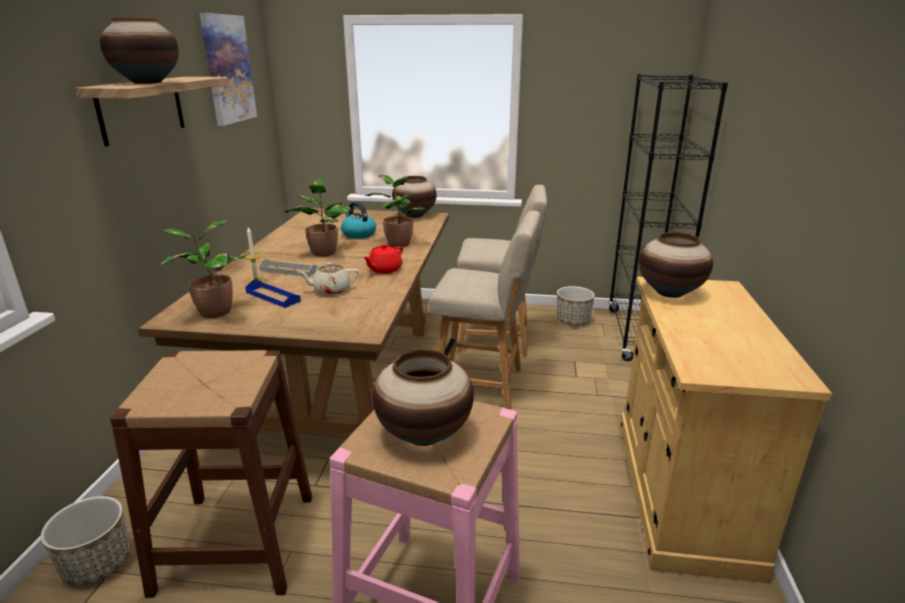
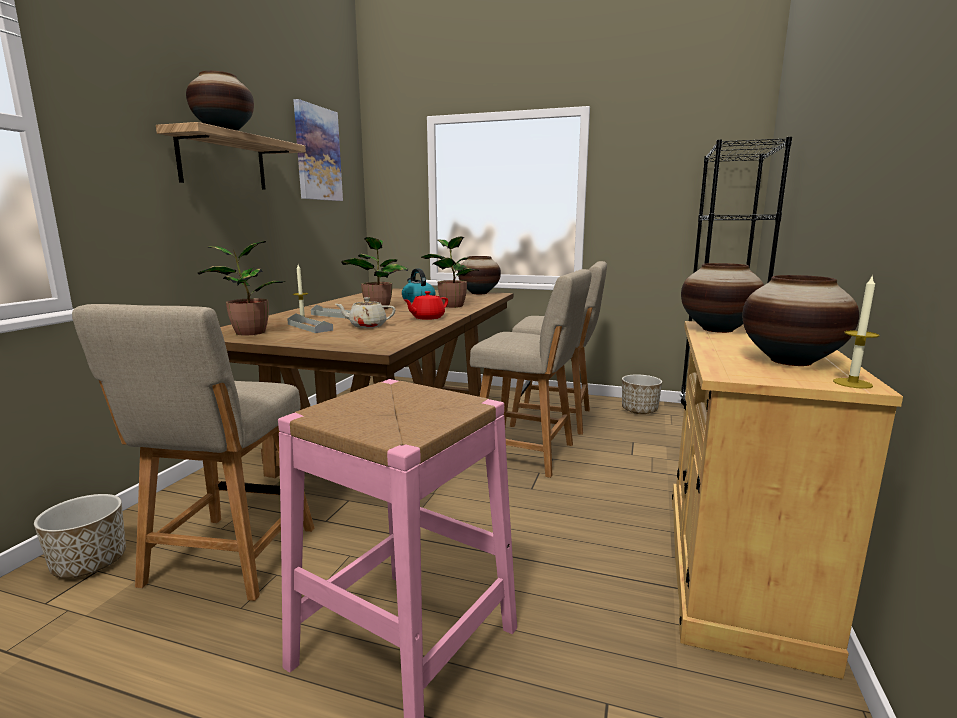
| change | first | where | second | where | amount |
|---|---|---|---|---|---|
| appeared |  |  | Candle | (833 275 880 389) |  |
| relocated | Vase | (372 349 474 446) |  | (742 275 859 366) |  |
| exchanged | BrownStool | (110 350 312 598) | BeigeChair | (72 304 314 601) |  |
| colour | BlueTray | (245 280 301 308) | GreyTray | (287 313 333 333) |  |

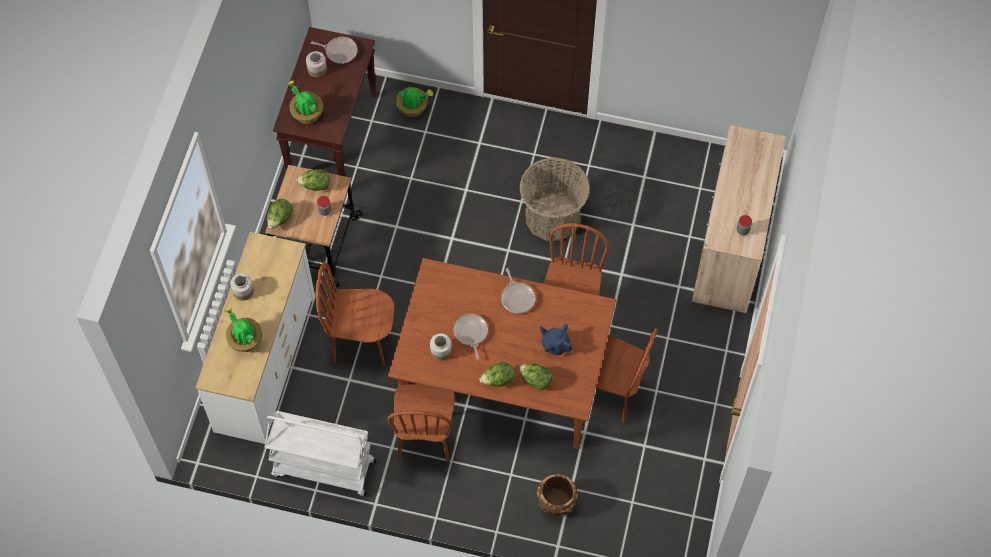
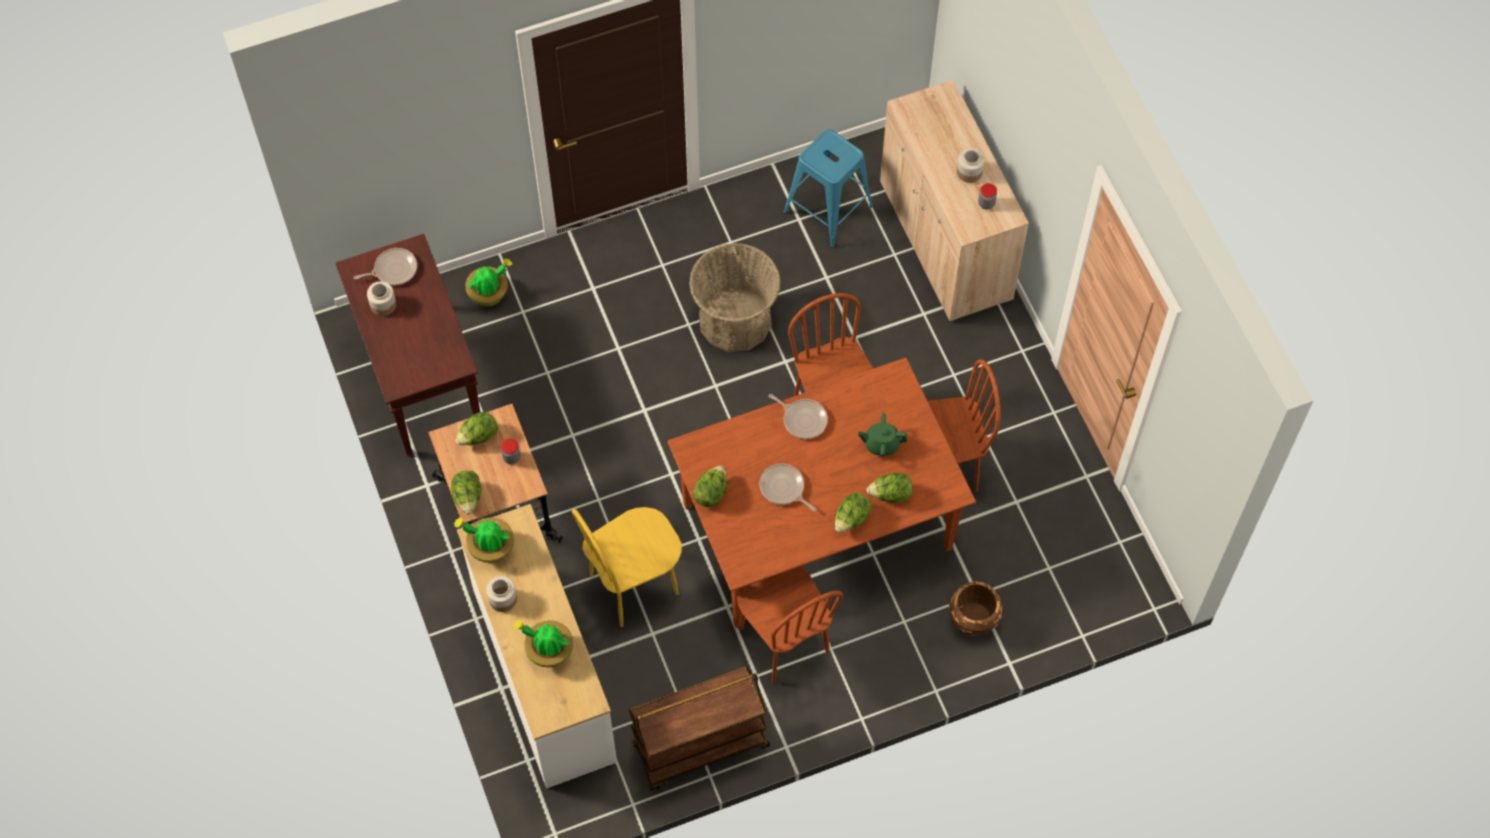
| change | first | where | second | where | amount |
|---|---|---|---|---|---|
| appeared |  |  | Lettuce | (693 465 727 507) |  |
| appeared |  |  | BlueStool | (783 129 873 248) |  |
| relocated | PottedPlant | (288 80 323 124) |  | (454 517 514 563) |  |
| relocated | Jar | (430 333 452 361) |  | (957 148 984 183) |  |
| colour | WhiteCart | (265 411 376 496) | BrownCart | (629 666 770 791) |  |
| colour | BrownChair | (316 262 394 366) | YellowChair | (572 507 682 627) |  |
| colour | BlueTeapot | (539 324 572 355) | GreenTeapot | (858 413 908 456) |  |

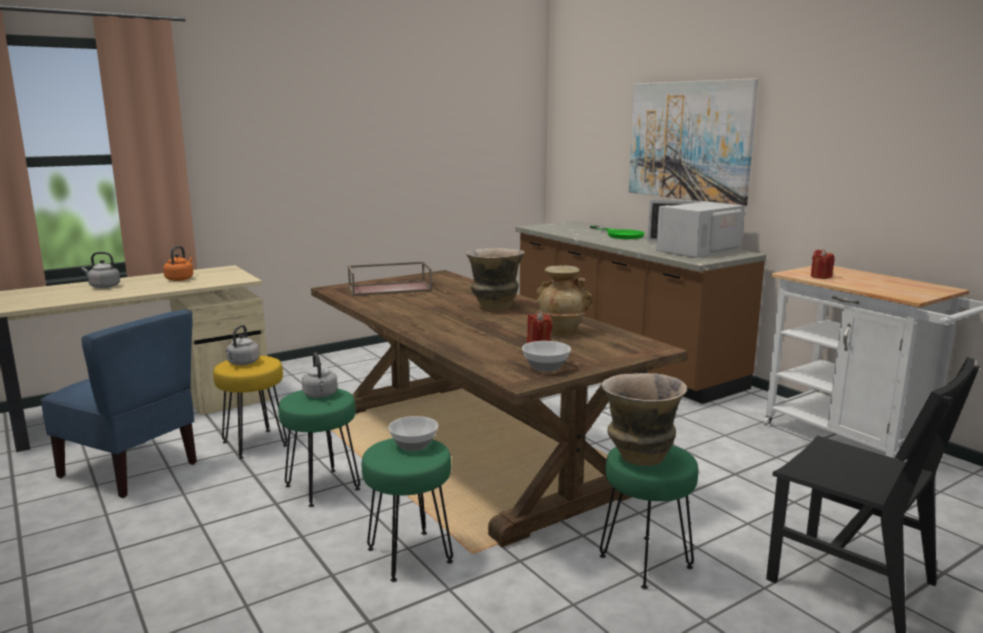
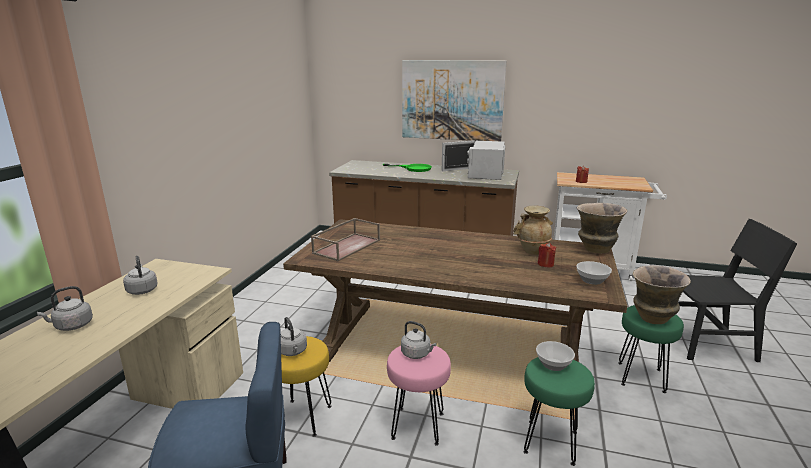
| change | first | where | second | where | amount |
|---|---|---|---|---|---|
| relocated | Vase | (465 248 525 311) |  | (577 203 627 253) |  |
| colour | OrangeKettle | (163 246 193 281) | GreyKettle | (123 256 158 295) |  |
| colour | GreenStool | (278 389 360 507) | PinkStool | (387 344 451 446) |  |

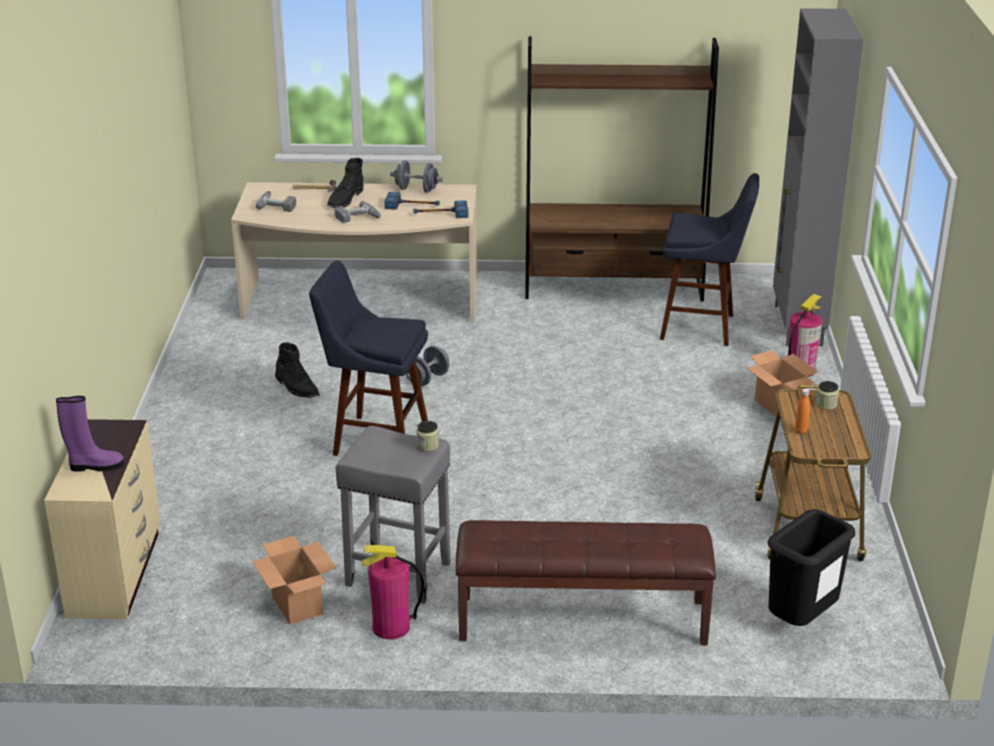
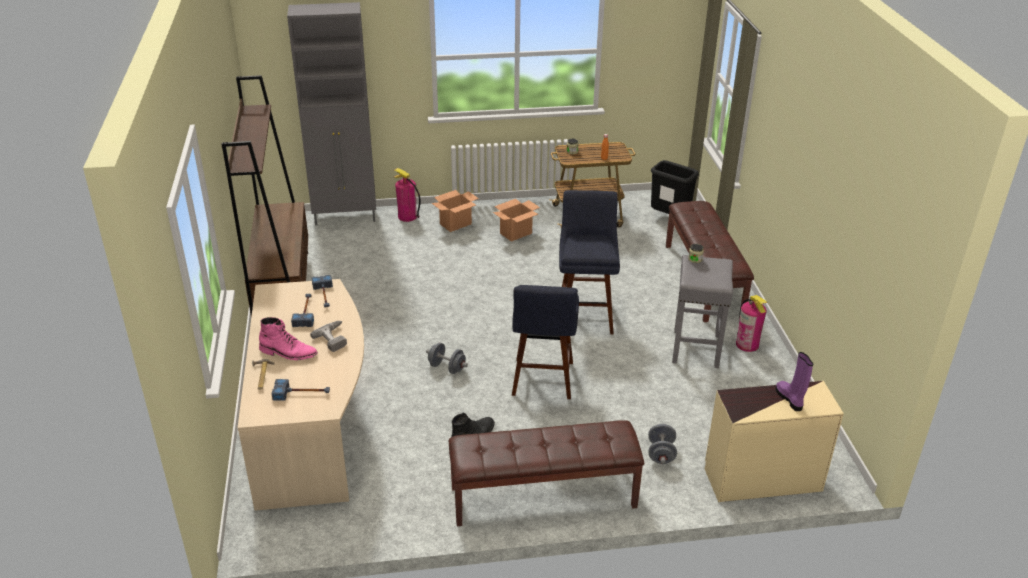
| change | first | where | second | where | amount |
|---|---|---|---|---|---|
| appeared |  |  | BrownBench | (448 420 644 526) |  |
| relocated | CardboardBox | (252 536 337 624) |  | (493 199 540 242) |  |
| relocated | GreyDumbbell | (390 161 443 193) |  | (648 424 677 464) |  |
| relocated | BlueStool | (660 173 759 346) |  | (559 190 620 334) |  |
| exchanged | PowerDrill | (256 191 296 212) | Hammer | (272 379 330 401) |  |
| colour | BlackBoot | (327 158 364 208) | PinkBoot | (259 317 318 360) |  |

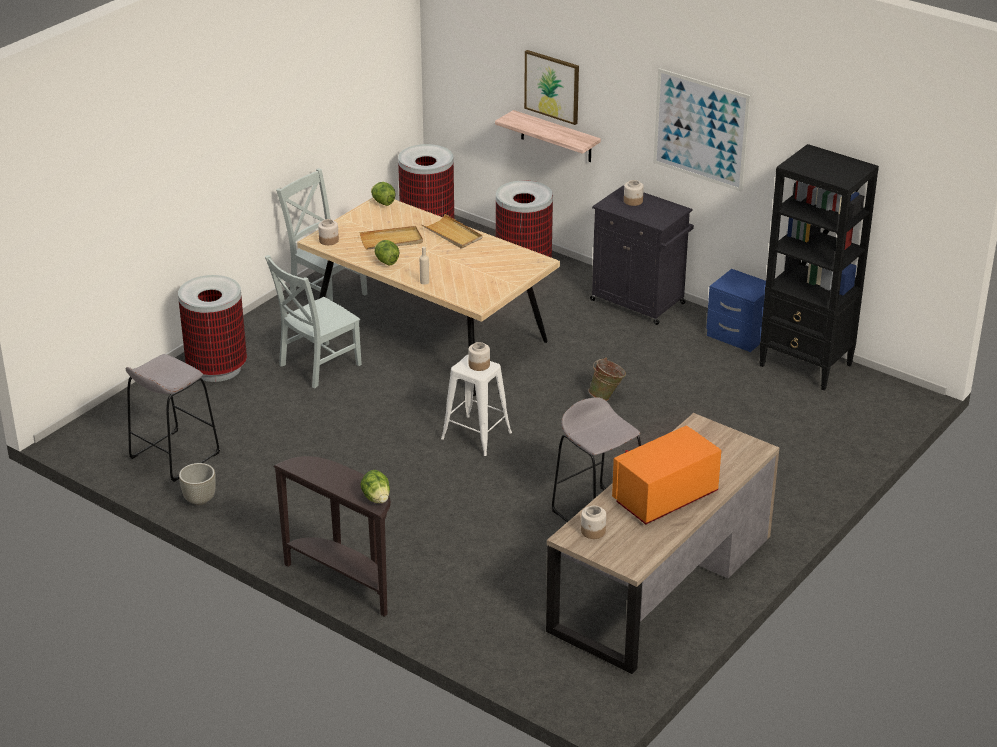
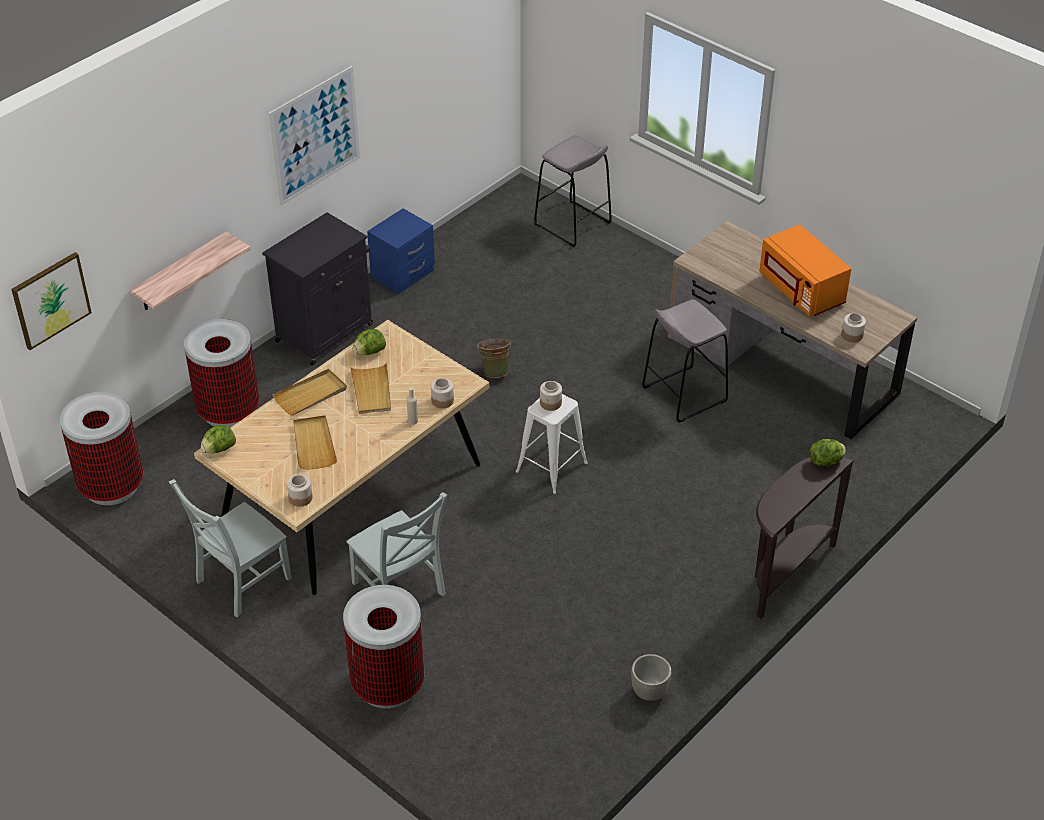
| change | first | where | second | where | amount |
|---|---|---|---|---|---|
| missing | BlackBookcase | (759 144 879 390) |  |  |  |
| appeared |  |  | BeigeTray | (350 362 391 414) |  |
| relocated | GreyStool | (126 354 220 482) |  | (534 135 612 247) |  |
| relocated | Lettuce | (374 240 399 265) |  | (353 329 386 355) |  |
| relocated | Picture | (524 50 579 125) |  | (11 252 92 350) |  |
| relocated | Jar | (624 180 644 206) |  | (431 378 454 408) |  |

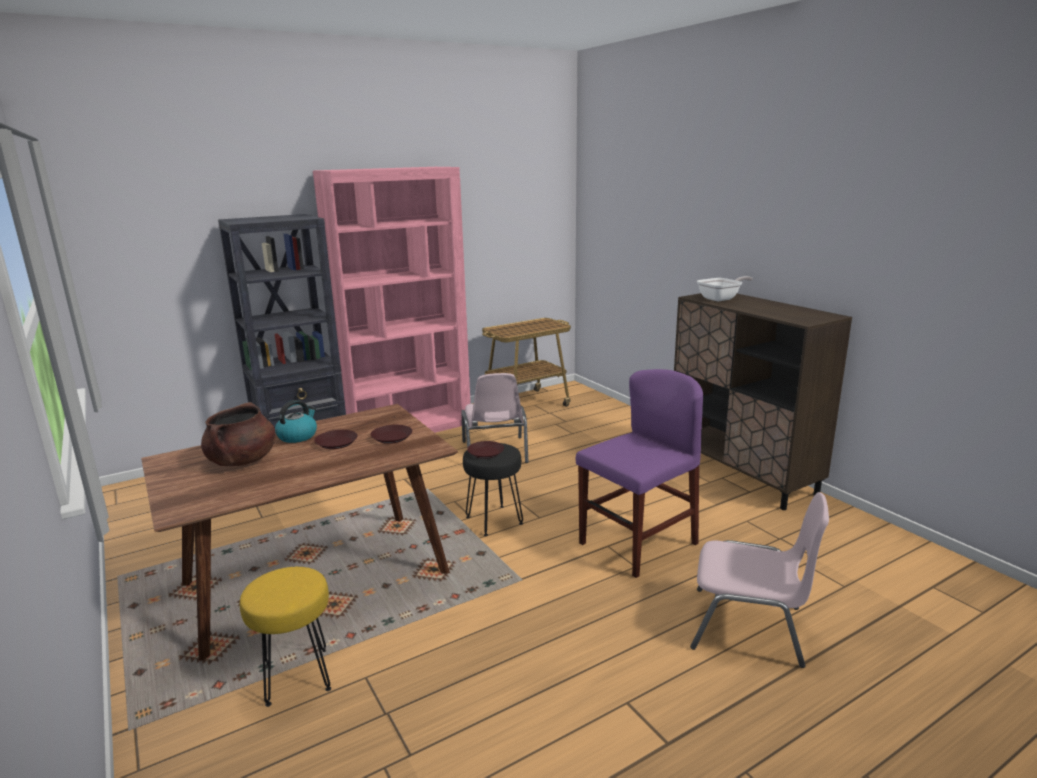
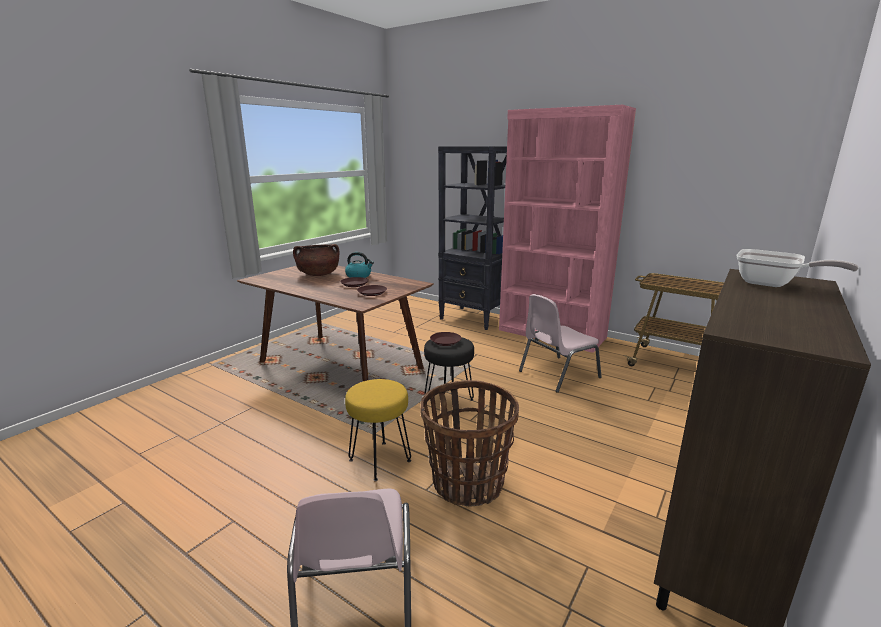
| change | first | where | second | where | amount |
|---|---|---|---|---|---|
| relocated | YellowStool | (240 567 331 707) |  | (345 379 411 481) |  |
| exchanged | PurpleChair | (576 369 703 578) | Basket | (420 380 519 507) |  |

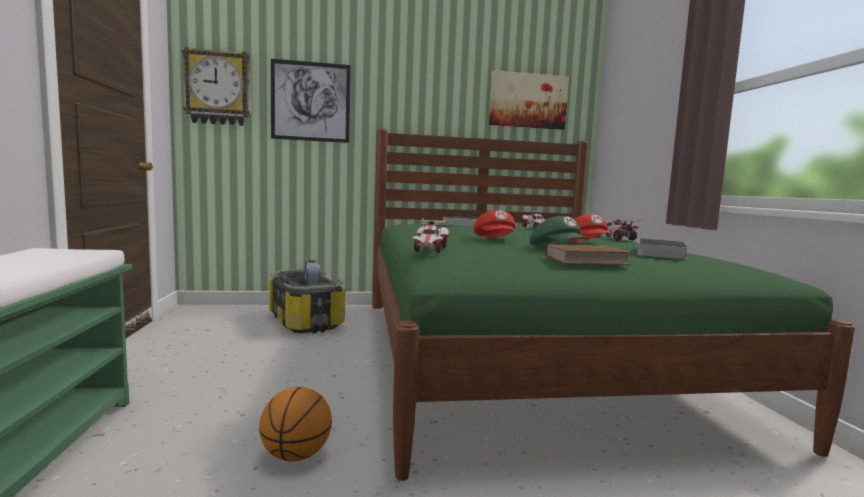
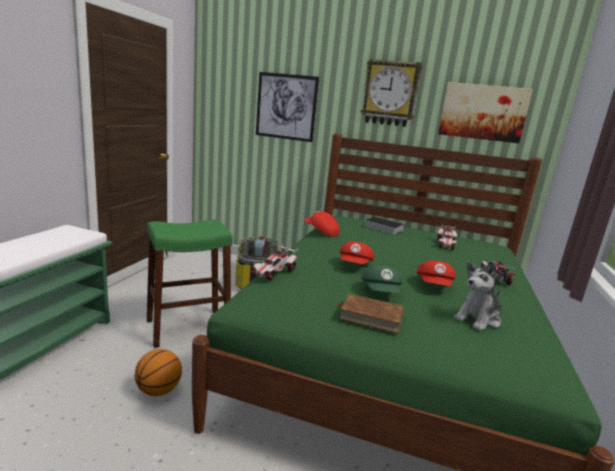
| change | first | where | second | where | amount |
|---|---|---|---|---|---|
| appeared |  |  | GreenStool | (147 219 233 348) |  |
| appeared |  |  | RedCap | (305 211 340 237) |  |
| relocated | WallClock | (182 47 251 126) |  | (361 59 423 127) |  |
| exchanged | Book | (637 238 688 259) | PlushToy | (454 262 501 331) |  |

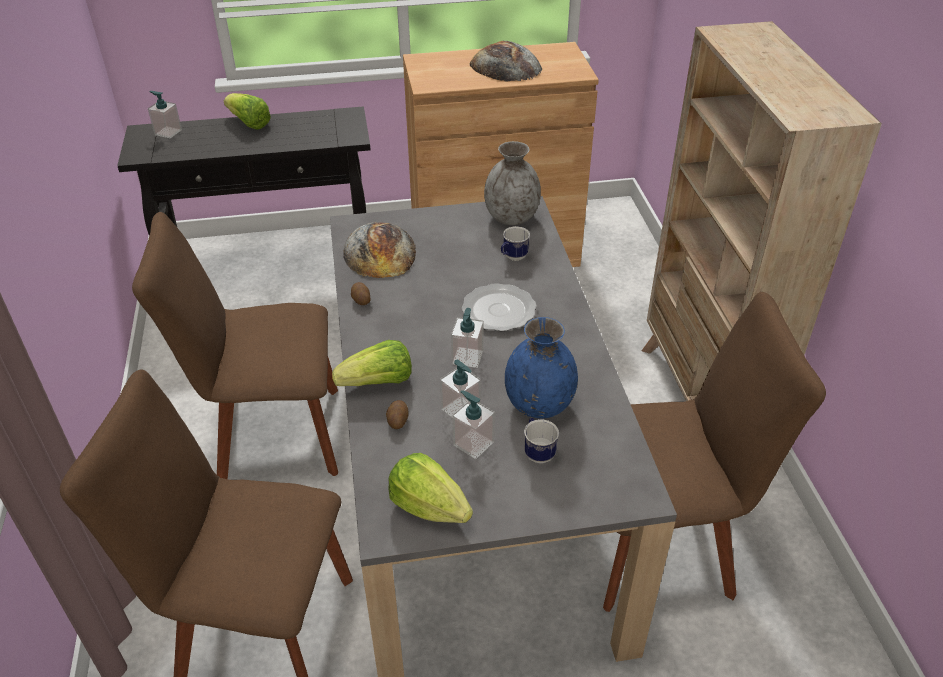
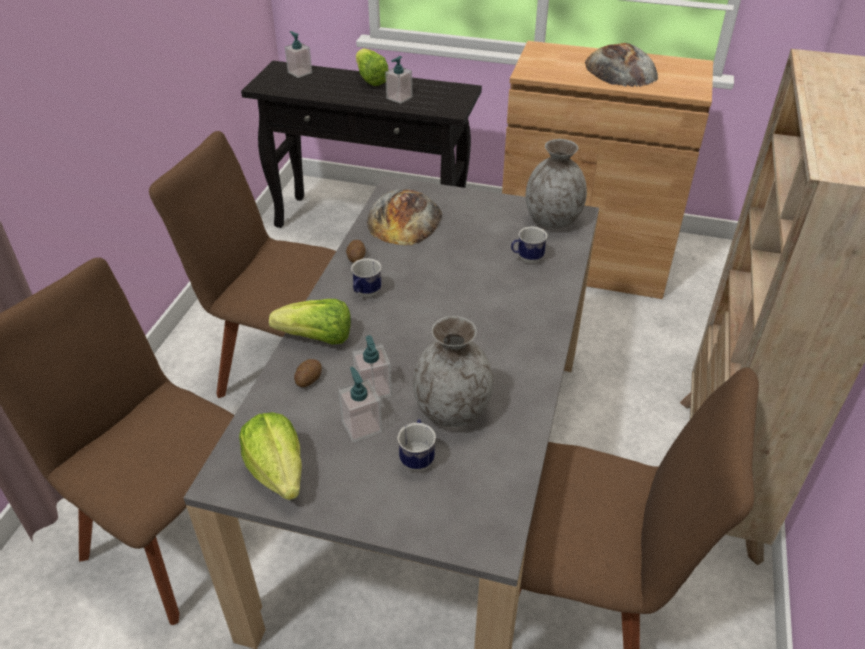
| change | first | where | second | where | amount |
|---|---|---|---|---|---|
| missing | Plate | (462 283 537 331) |  |  |  |
| appeared |  |  | Mug | (351 258 382 297) |  |
| relocated | SoapDispenser | (451 308 484 368) |  | (385 56 412 104) |  |
| colour | BlueVase | (505 317 578 419) | GreyVase | (413 316 493 427) |  |

